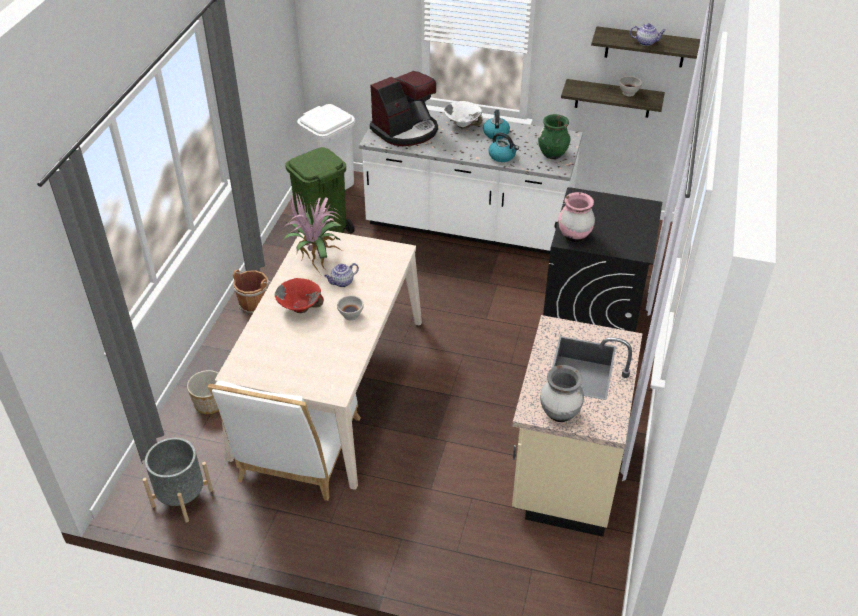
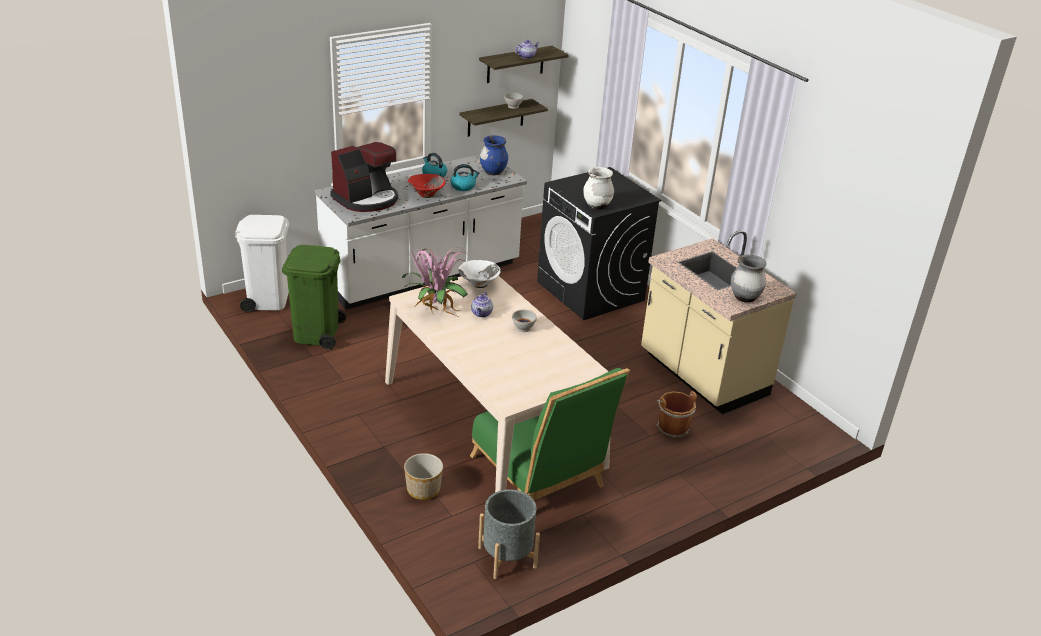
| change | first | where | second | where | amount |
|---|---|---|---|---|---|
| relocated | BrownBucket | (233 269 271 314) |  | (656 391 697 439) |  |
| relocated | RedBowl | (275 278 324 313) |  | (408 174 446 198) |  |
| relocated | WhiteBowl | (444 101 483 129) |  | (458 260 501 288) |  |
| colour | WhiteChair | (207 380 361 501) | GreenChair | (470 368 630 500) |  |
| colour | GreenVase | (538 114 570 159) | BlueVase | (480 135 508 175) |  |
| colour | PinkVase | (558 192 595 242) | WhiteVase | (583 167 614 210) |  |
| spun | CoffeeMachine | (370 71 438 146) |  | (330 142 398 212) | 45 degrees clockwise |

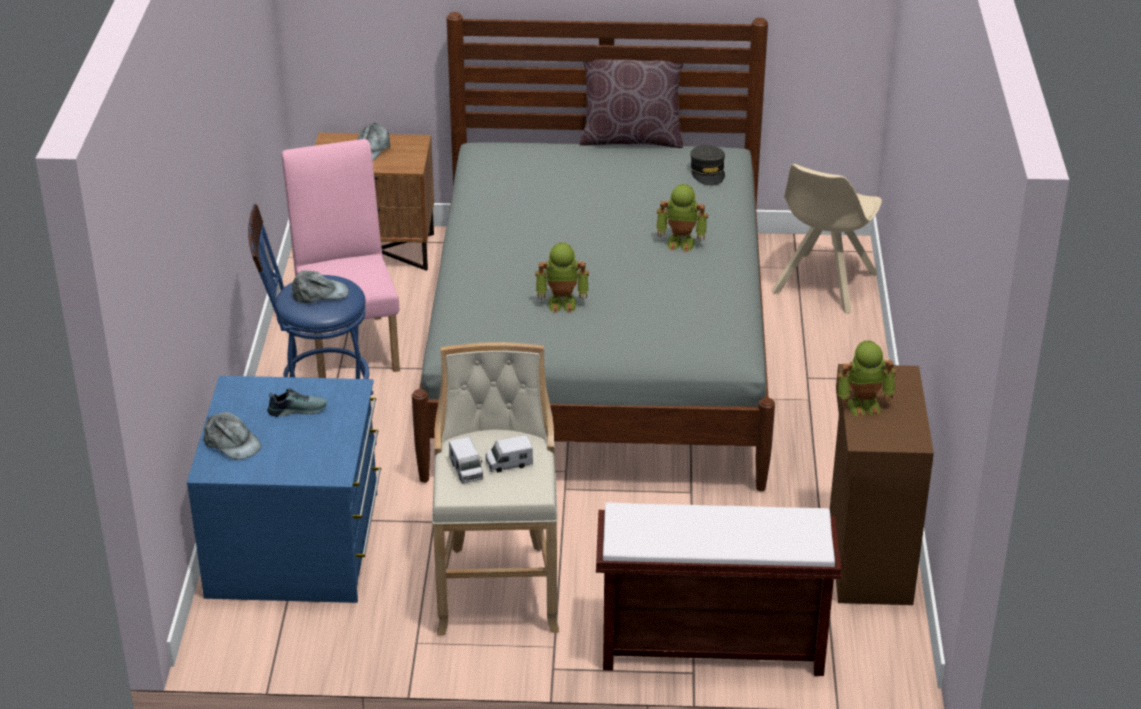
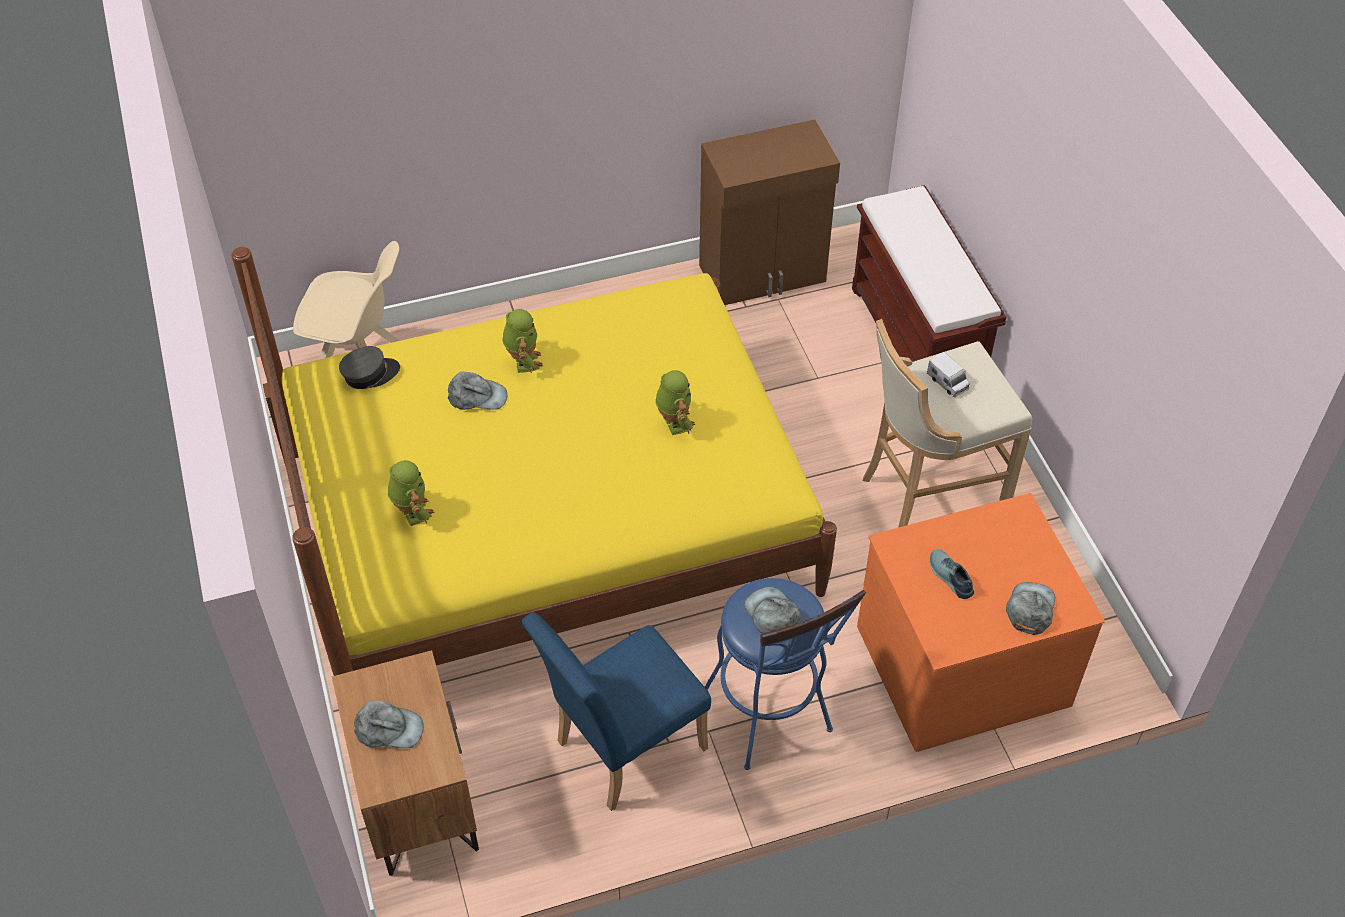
| change | first | where | second | where | amount |
|---|---|---|---|---|---|
| missing | ToyTruck | (449 437 483 483) |  |  |  |
| missing | BrownPillow | (580 59 684 148) |  |  |  |
| appeared |  |  | GreyCap | (448 372 507 410) |  |
| relocated | ToyRobot | (837 340 896 418) |  | (388 460 435 526) |  |
| colour | BlueDresser | (187 376 381 603) | OrangeDresser | (857 493 1105 752) |  |
| colour | PinkChair | (282 139 400 378) | BlueChair | (521 612 711 811) |  |
| colour | GreyBed | (412 12 775 491) | YellowBed | (232 247 837 676) |  |

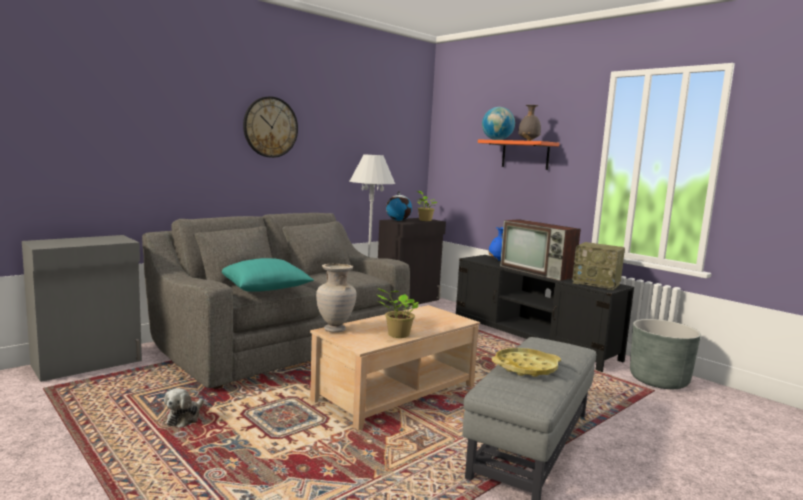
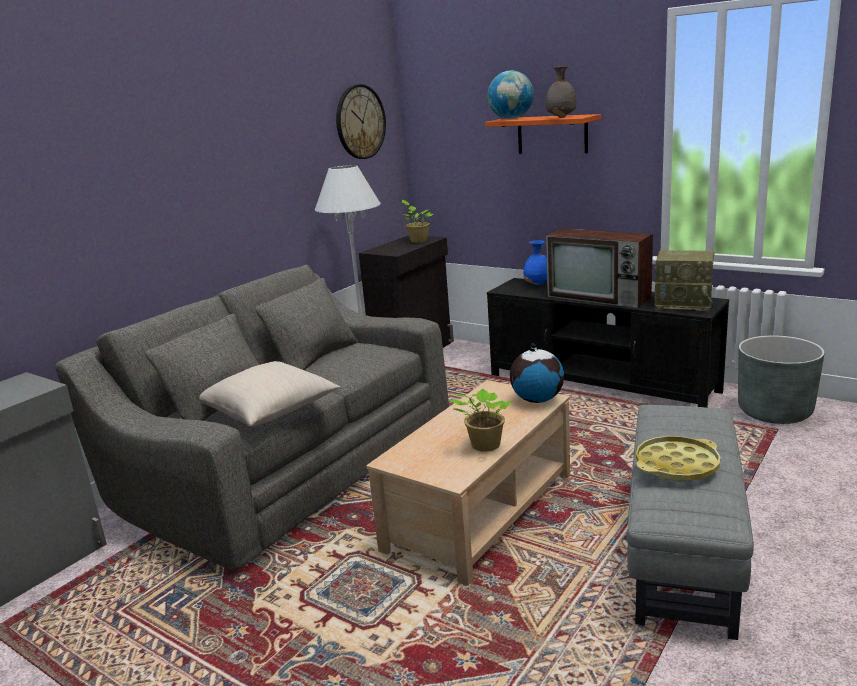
| change | first | where | second | where | amount |
|---|---|---|---|---|---|
| missing | PlushToy | (164 388 204 427) |  |  |  |
| missing | BeigeVase | (316 264 357 333) |  |  |  |
| relocated | WallClock | (243 97 298 158) |  | (336 84 386 159) |  |
| relocated | Globe | (386 191 412 221) |  | (510 343 564 403) |  |
| colour | TurquoisePillow | (222 258 314 292) | BeigePillow | (199 361 340 427) |  |

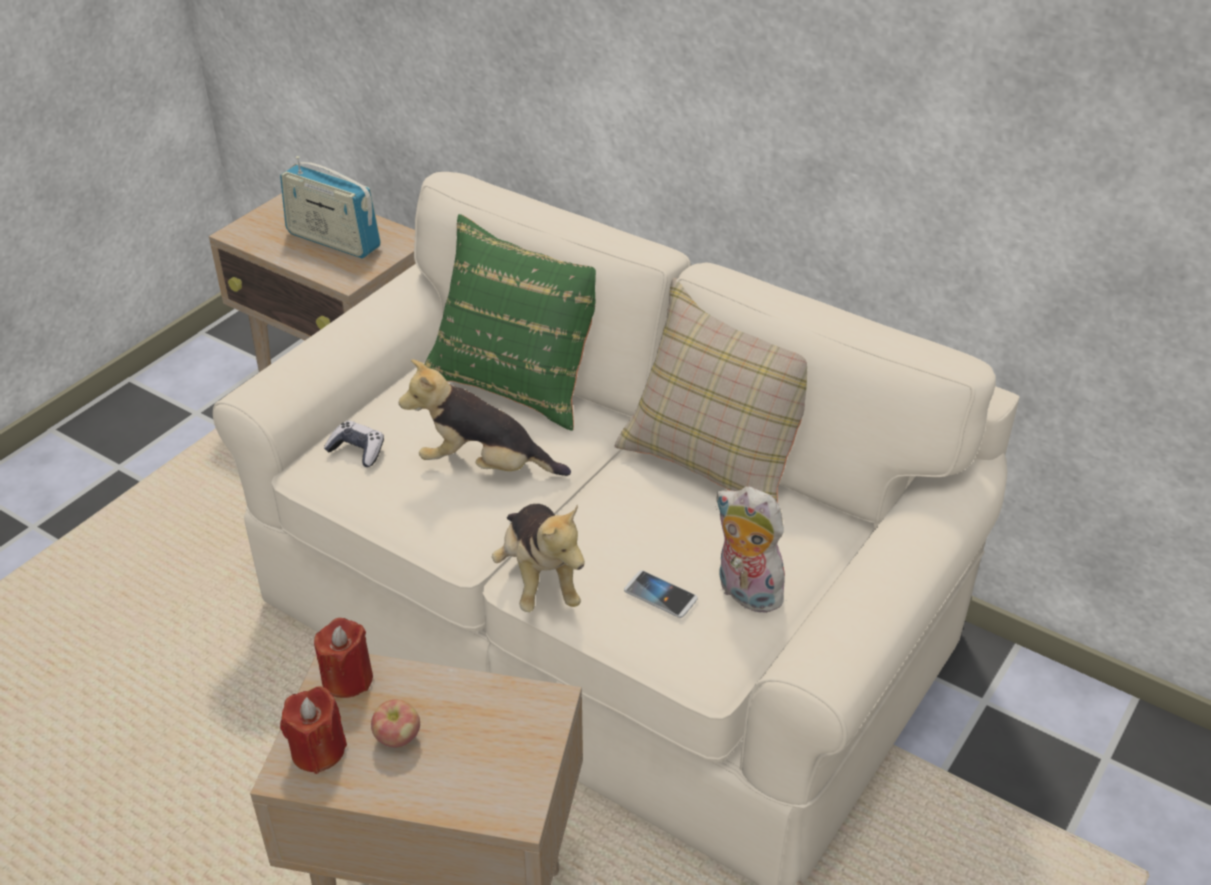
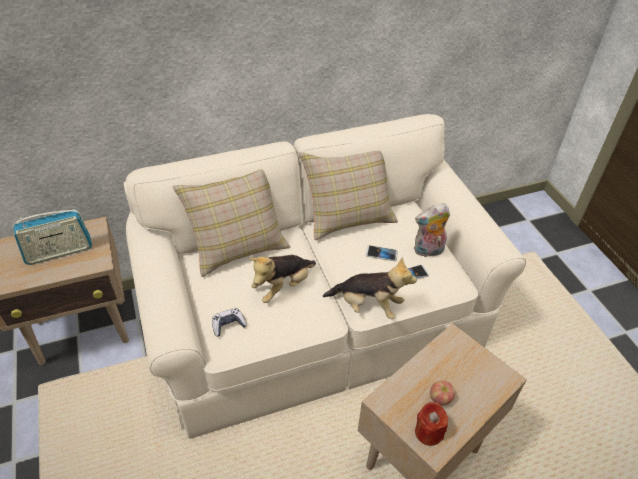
| change | first | where | second | where | amount |
|---|---|---|---|---|---|
| missing | RedCandle | (314 618 373 698) |  |  |  |
| appeared |  |  | Phone | (366 245 398 261) |  |
| colour | GreenPillow | (424 214 596 431) | BeigePillow | (172 169 290 277) |  |

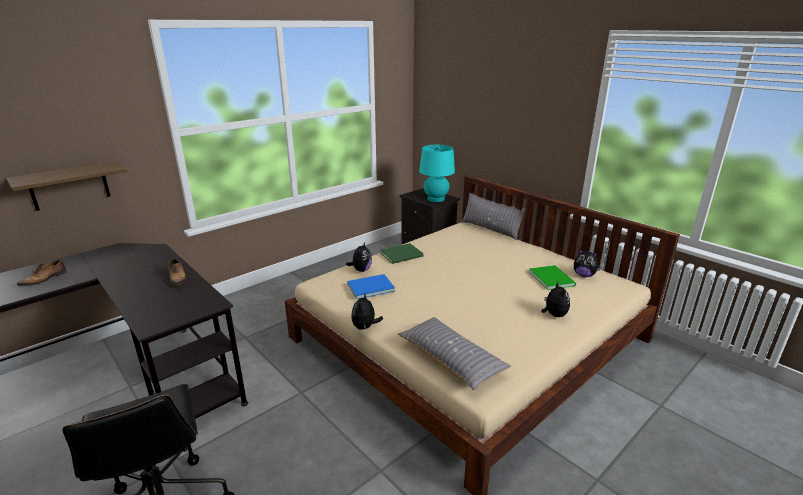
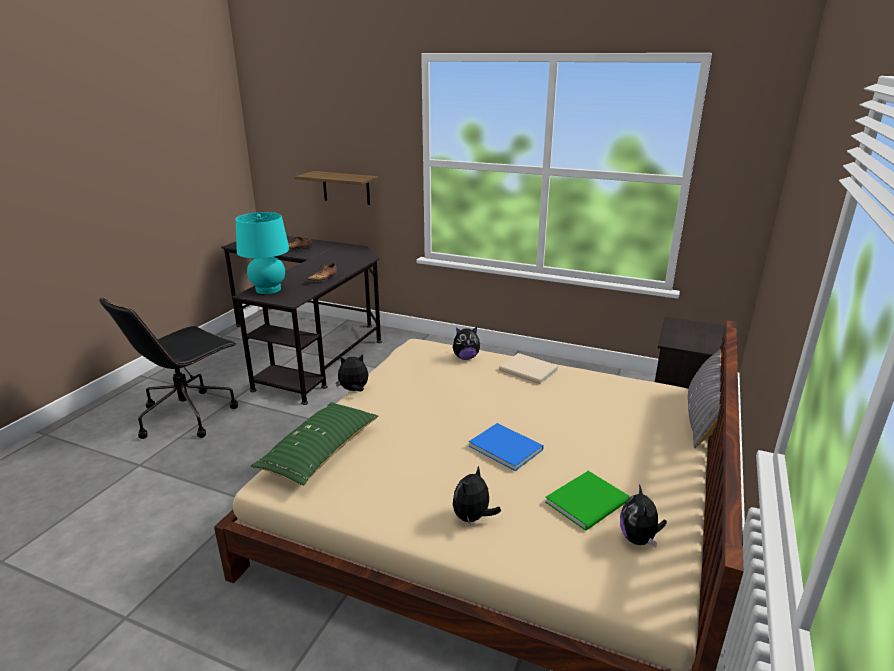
| change | first | where | second | where | amount |
|---|---|---|---|---|---|
| relocated | BlueBook | (347 274 395 299) |  | (469 423 544 471) |  |
| relocated | TurquoiseTableLamp | (419 145 455 202) |  | (236 212 289 294) |  |
| colour | GreenBook | (380 243 424 264) | BeigeBook | (499 353 558 384) |  |
| colour | GreyPillow | (398 317 511 390) | GreenPillow | (250 402 379 486) |  |
| spun | PlushToy | (541 282 570 317) |  | (453 466 501 524) | 150 degrees clockwise |

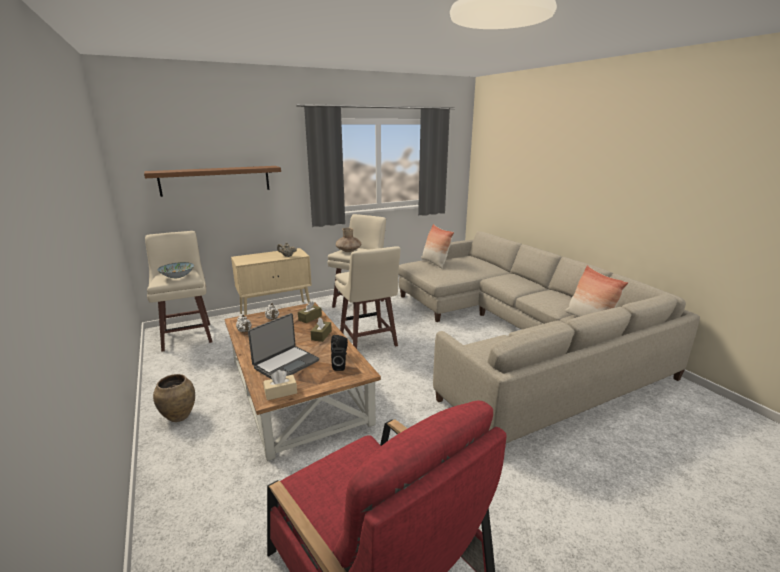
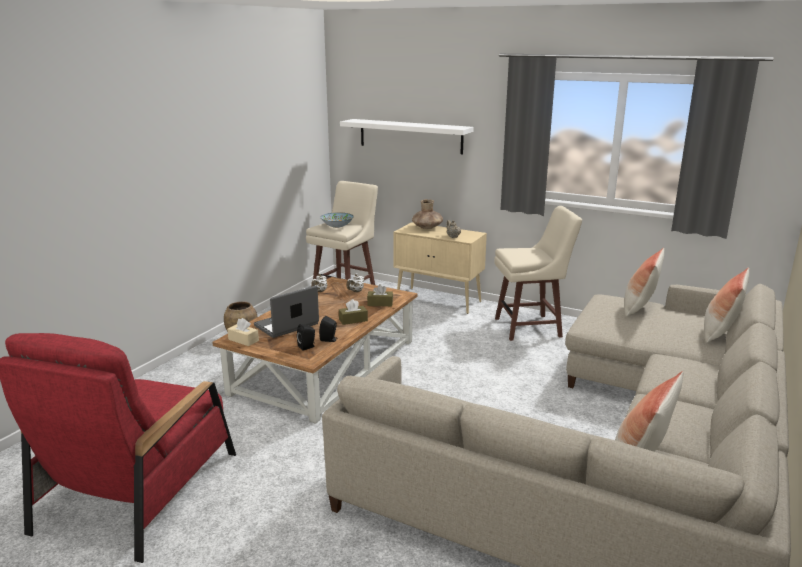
| change | first | where | second | where | amount |
|---|---|---|---|---|---|
| missing | BeigeStool | (335 246 401 349) |  |  |  |
| appeared |  |  | Pillow | (704 268 749 343) |  |
| relocated | BrownVase | (336 228 361 252) |  | (412 199 443 229) |  |
| colour | BrownShelf | (144 166 281 197) | WhiteShelf | (340 119 474 155) |  |
| spun | Laptop | (248 313 319 379) |  | (254 286 319 338) | 135 degrees clockwise |

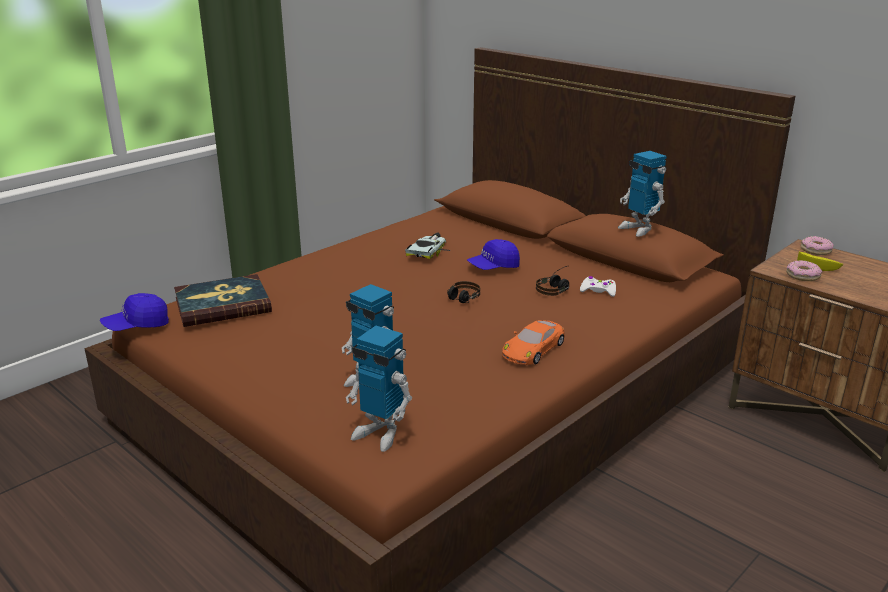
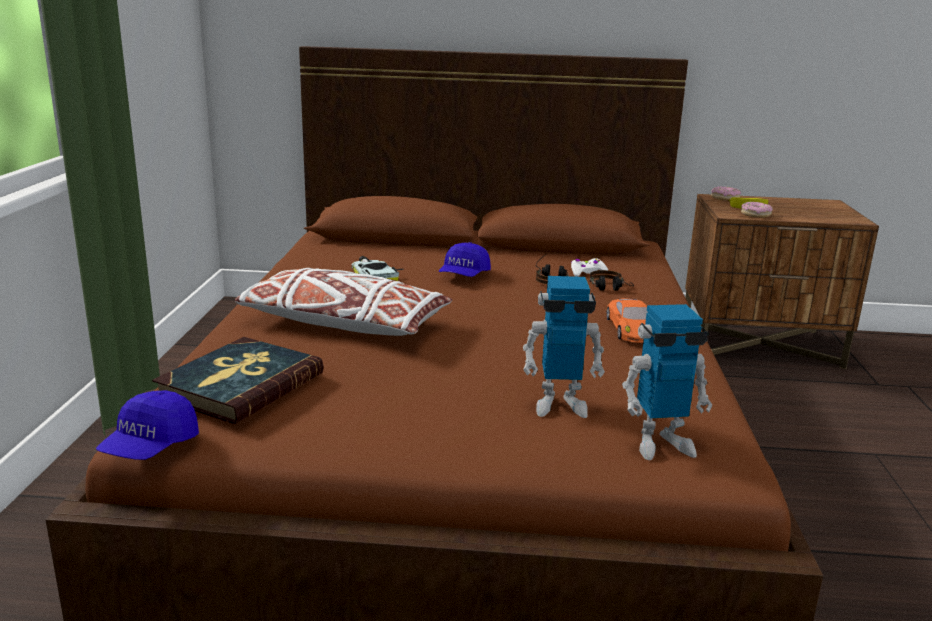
| change | first | where | second | where | amount |
|---|---|---|---|---|---|
| missing | ToyRobot | (618 151 667 237) |  |  |  |
| appeared |  |  | WhitePillow | (235 268 452 336) |  |
| relocated | Headphones | (447 281 480 303) |  | (590 270 634 291) |  |

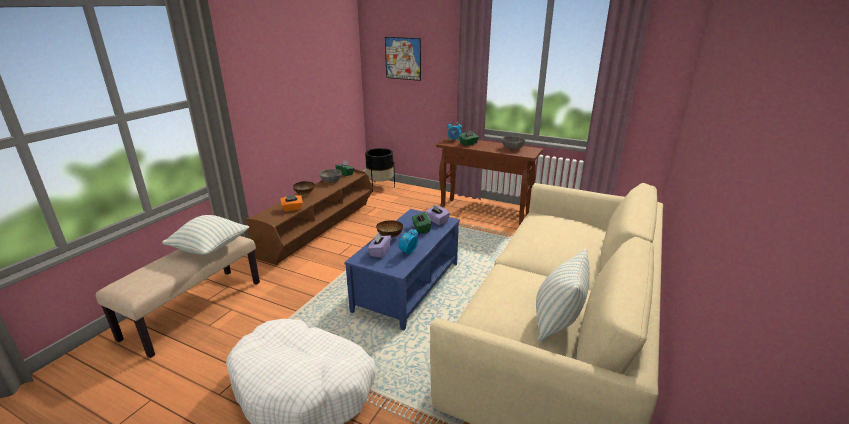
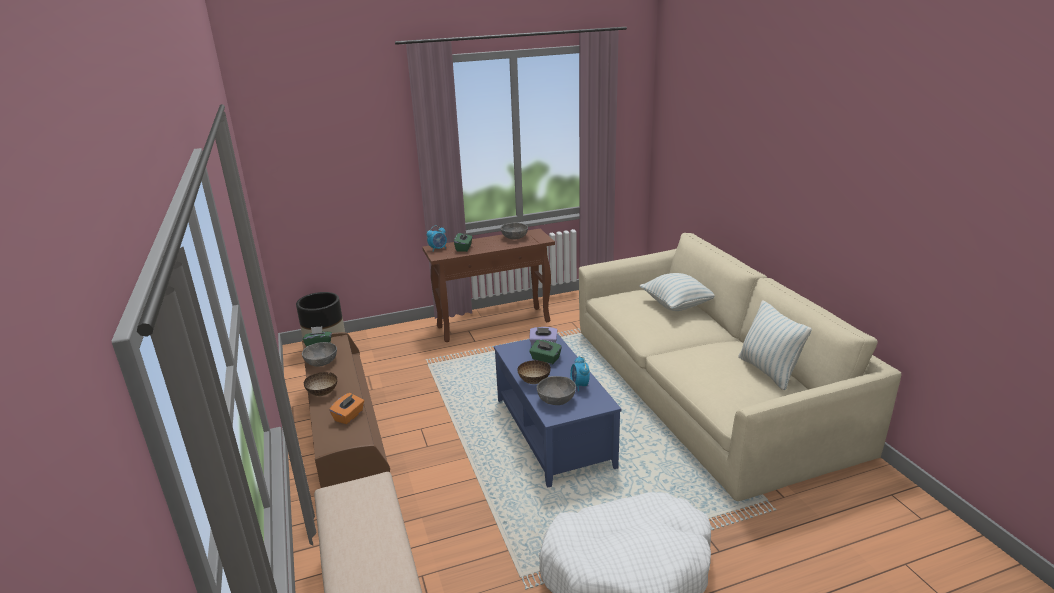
| change | first | where | second | where | amount |
|---|---|---|---|---|---|
| missing | Picture | (385 37 421 81) |  |  |  |
| relocated | Pillow | (162 215 249 255) |  | (639 273 714 311) |  |
| exchanged | PurpleTissueBox | (368 232 391 258) | GreyBowl | (537 376 576 405) |  |

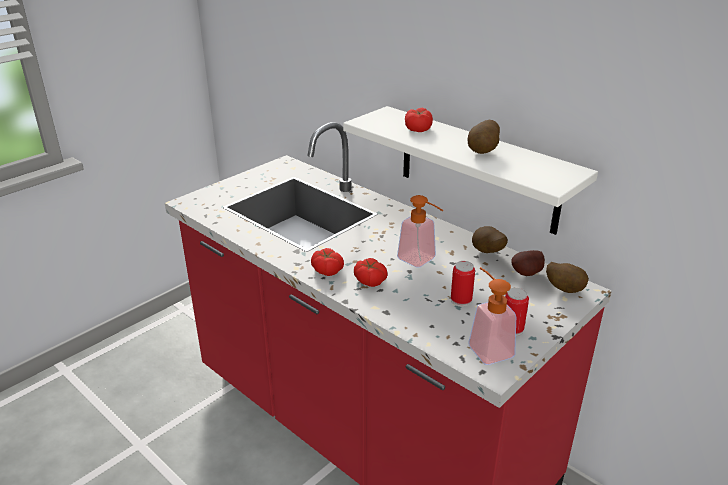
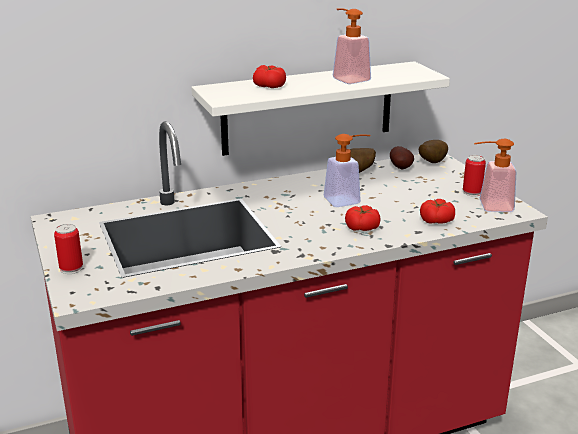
| change | first | where | second | where | amount |
|---|---|---|---|---|---|
| relocated | Tomato | (311 248 344 276) |  | (420 199 455 224) |  |
| relocated | Can | (451 261 475 307) |  | (54 224 83 274) |  |
| exchanged | Potato | (468 120 500 154) | SoapDispenser | (333 8 371 84) |  |

